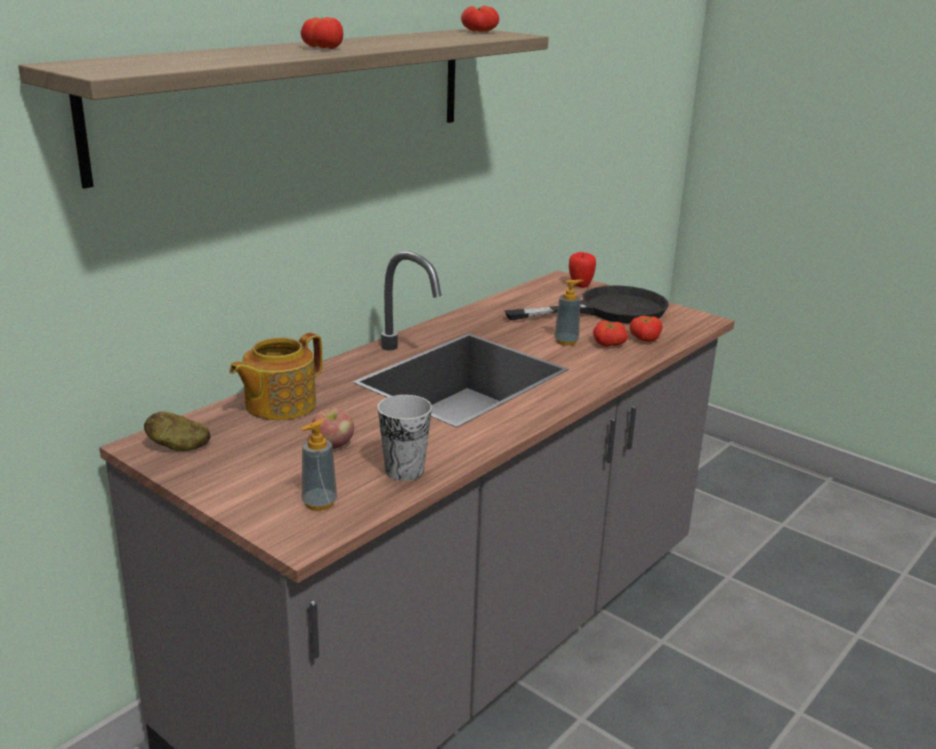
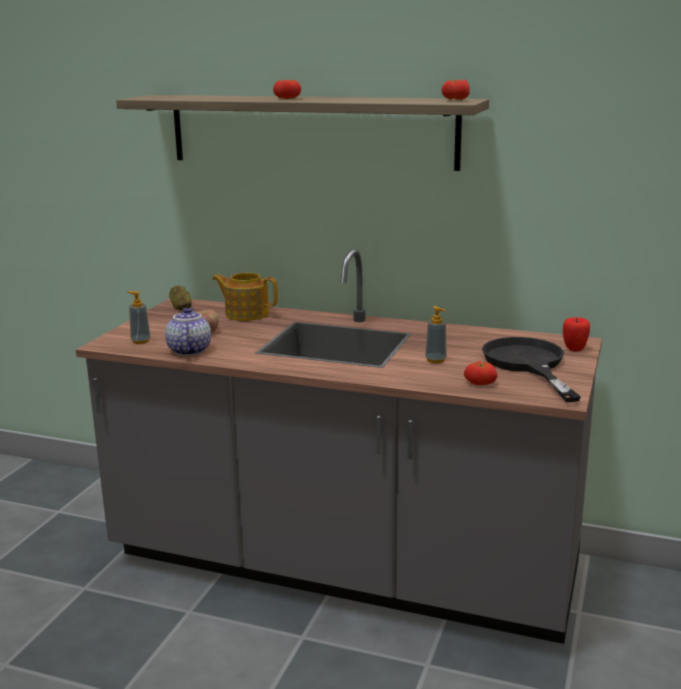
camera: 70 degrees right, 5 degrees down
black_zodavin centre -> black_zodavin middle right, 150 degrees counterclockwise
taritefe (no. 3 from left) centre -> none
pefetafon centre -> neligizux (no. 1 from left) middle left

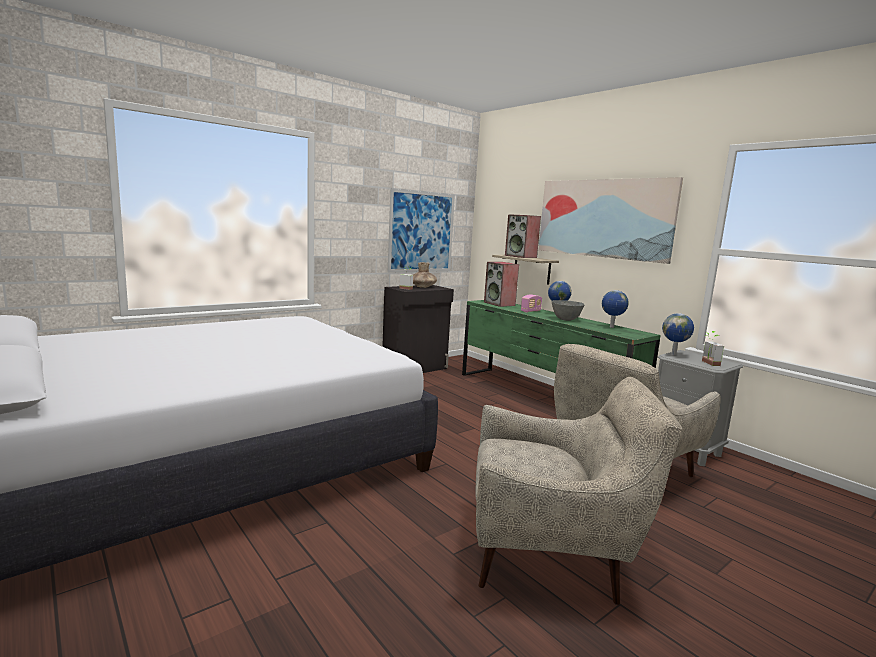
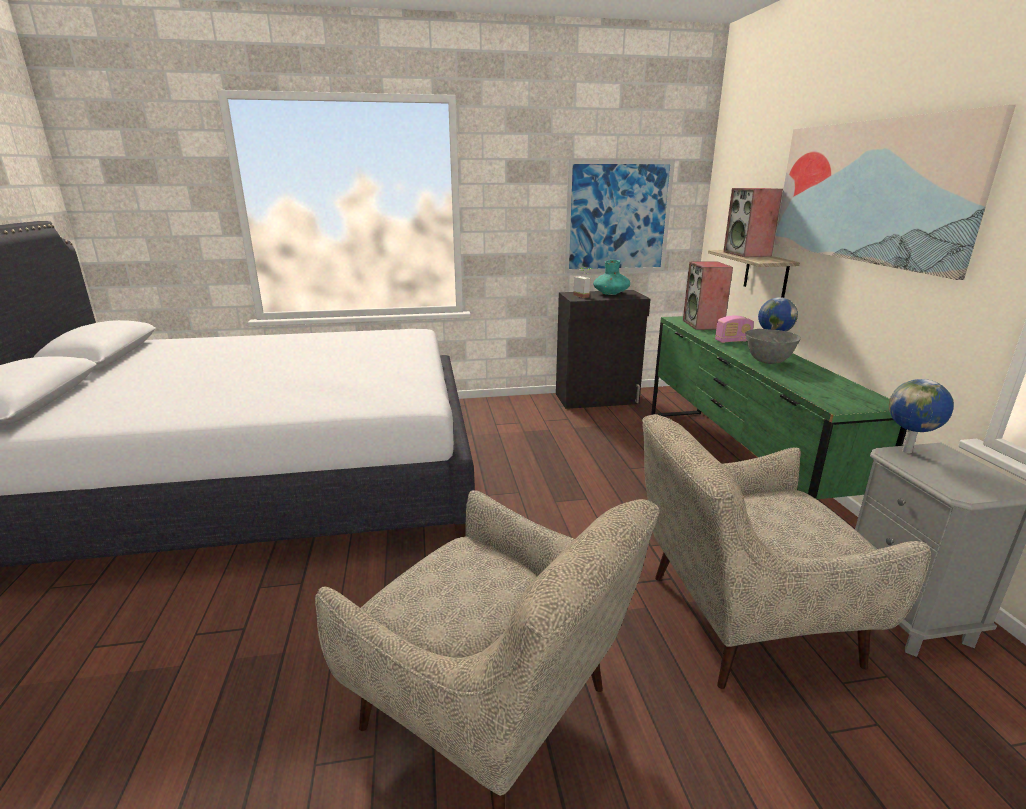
camera: 30 degrees right, 10 degrees up
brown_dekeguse centre -> turquoise_dekeguse centre
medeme (no. 2 from left) middle right -> none
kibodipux (no. 2 from left) middle right -> none

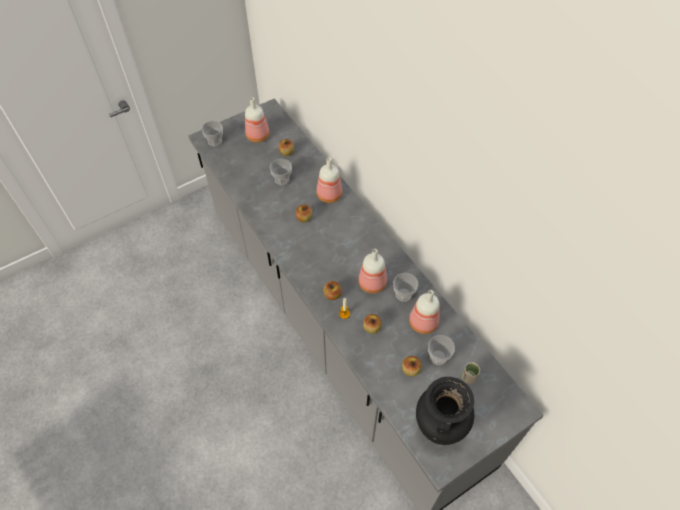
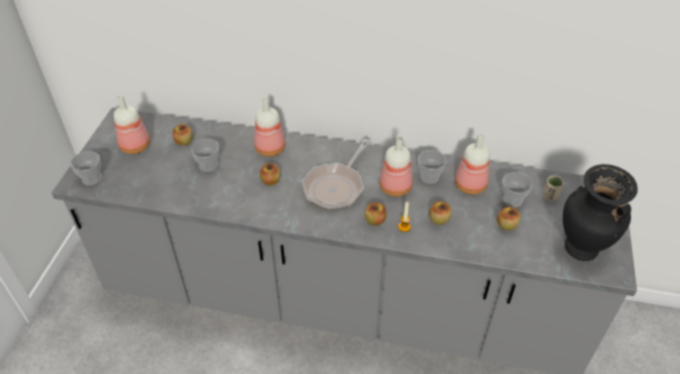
camera: 45 degrees left, 10 degrees down
none -> zodavin centre

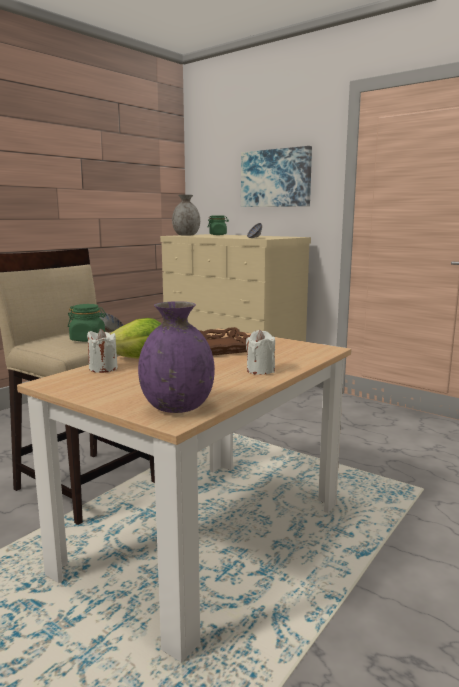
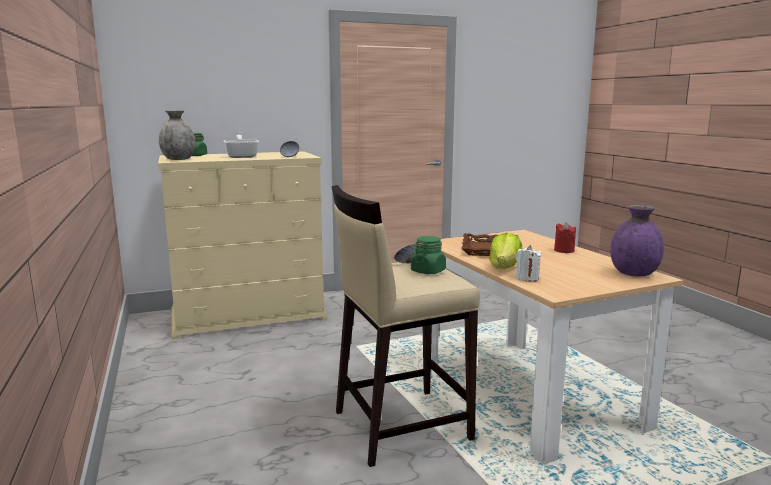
camera: 60 degrees left, 0 degrees up
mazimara top centre -> none
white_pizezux (no. 2 from left) centre -> red_pizezux middle right
none -> zodavin top left

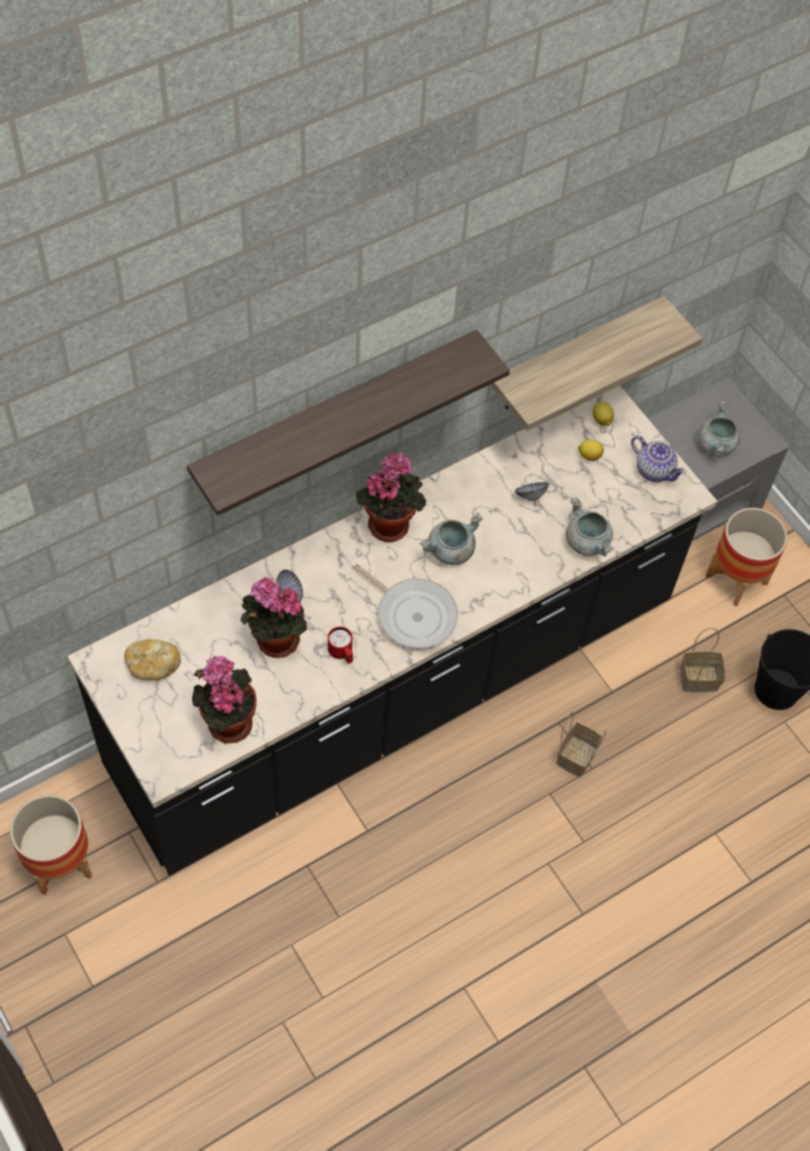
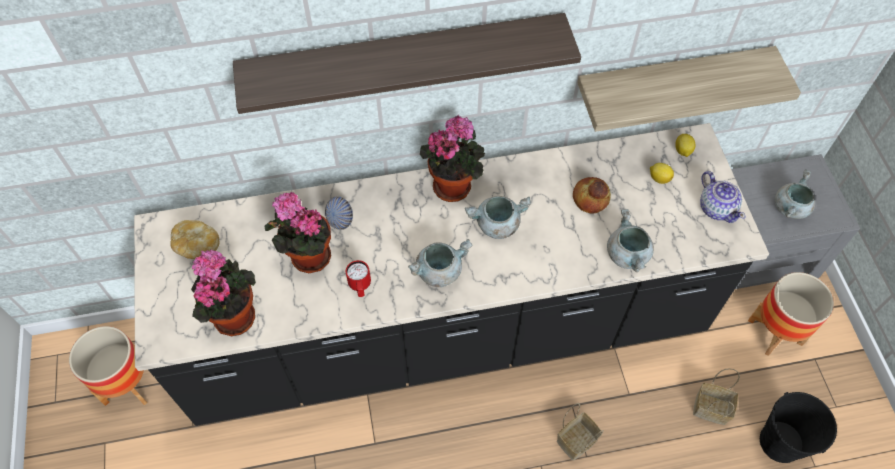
camera: 25 degrees right, 0 degrees up
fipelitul (no. 2 from left) centre -> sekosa (no. 2 from left) centre
zodavin centre -> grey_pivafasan (no. 1 from left) centre

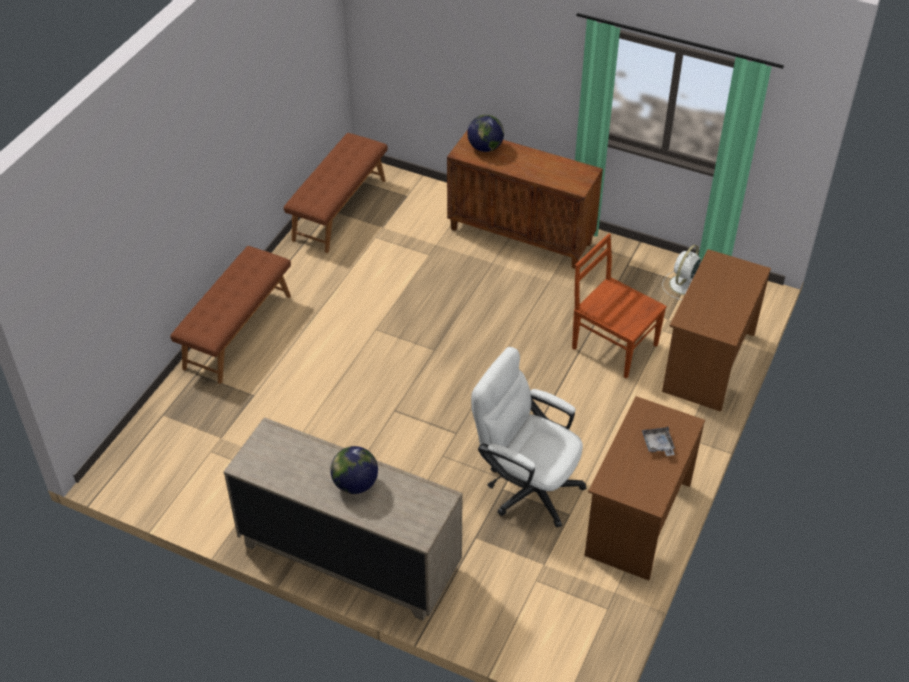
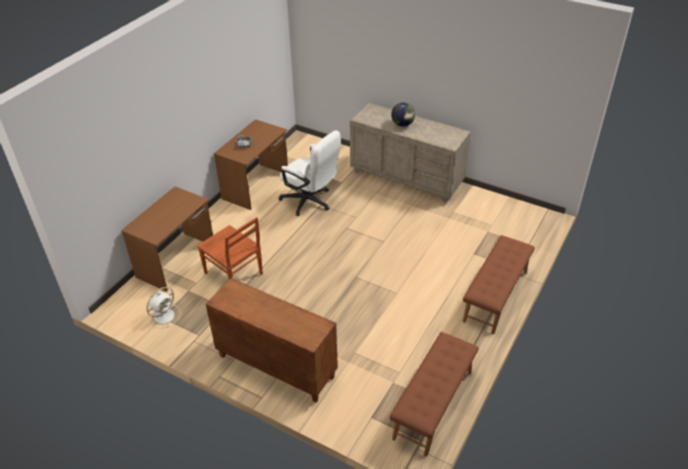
camera: 175 degrees left, 5 degrees down
medeme (no. 2 from left) top centre -> none

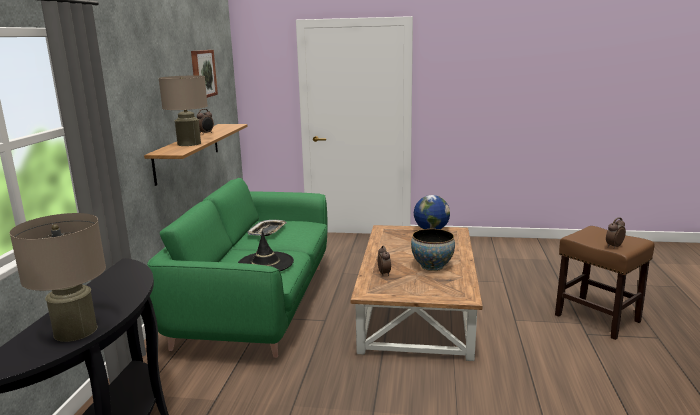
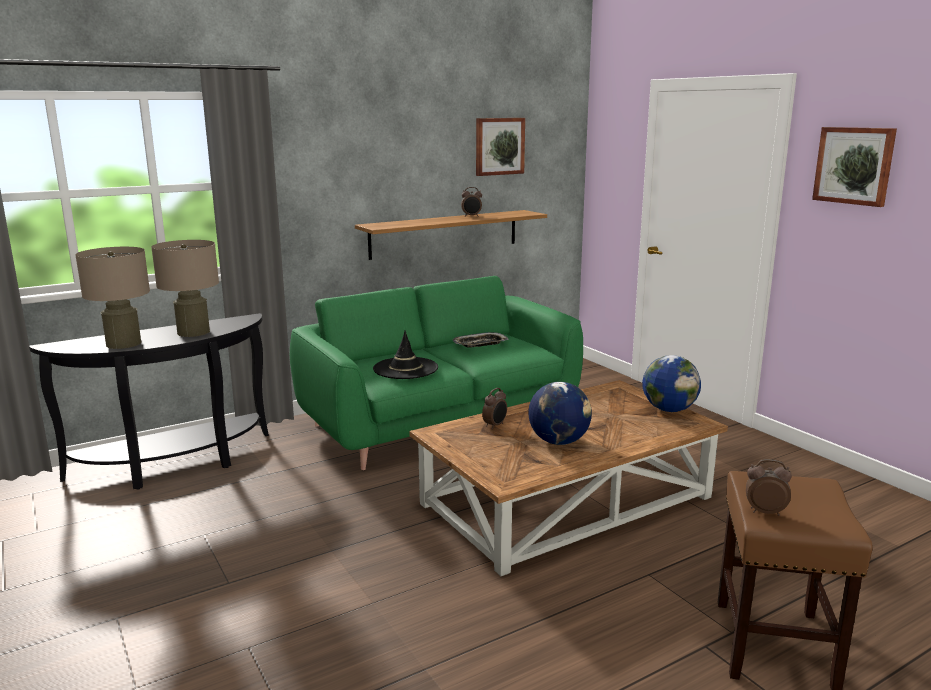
camera: 50 degrees right, 0 degrees up
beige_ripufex (no. 2 from left) top left -> beige_ripufex (no. 2 from left) middle left, relocated
fipelitul centre -> medeme (no. 1 from left) centre
none -> mazimara (no. 2 from left) top right

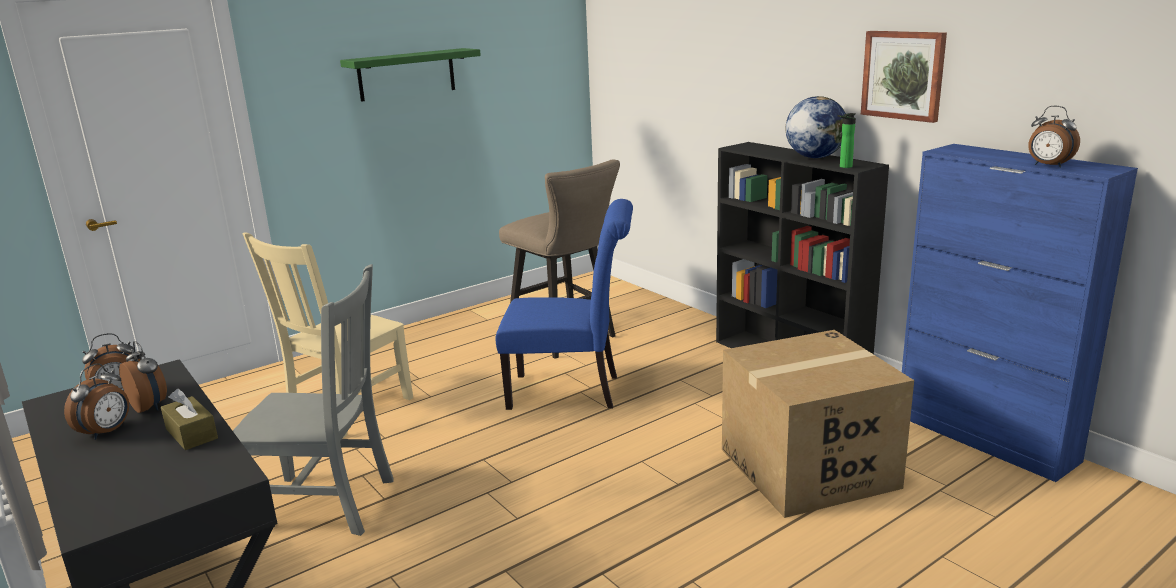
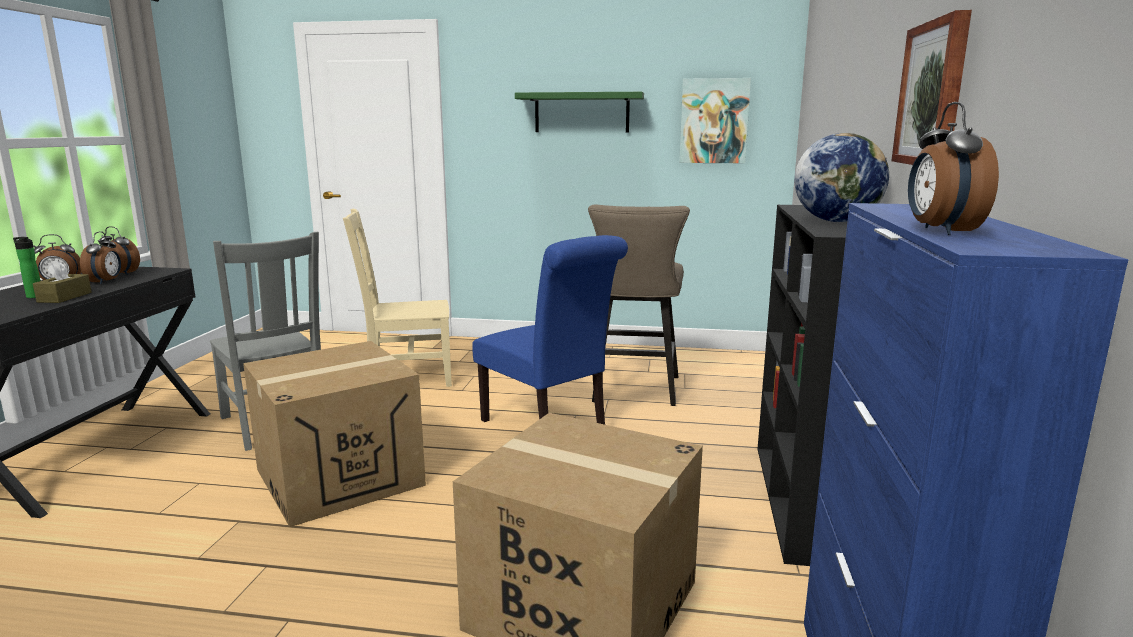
camera: 45 degrees right, 5 degrees down
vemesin top right -> vemesin middle left, relocated
none -> mazimara (no. 1 from left) top centre
none -> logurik (no. 1 from left) bottom left

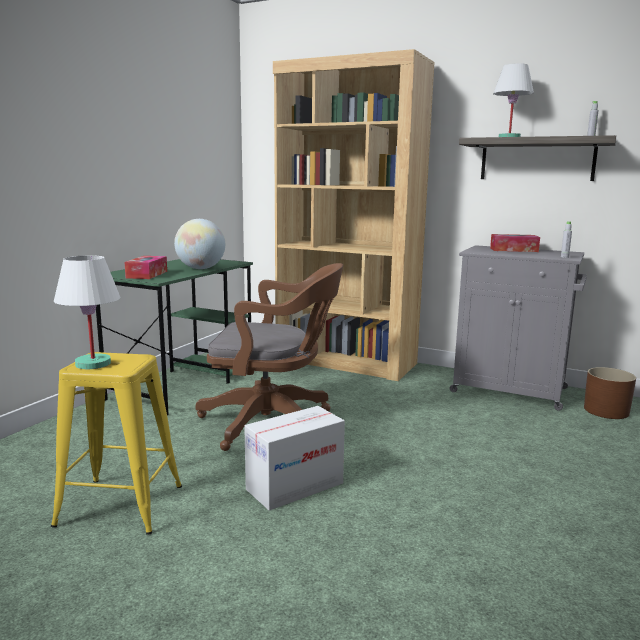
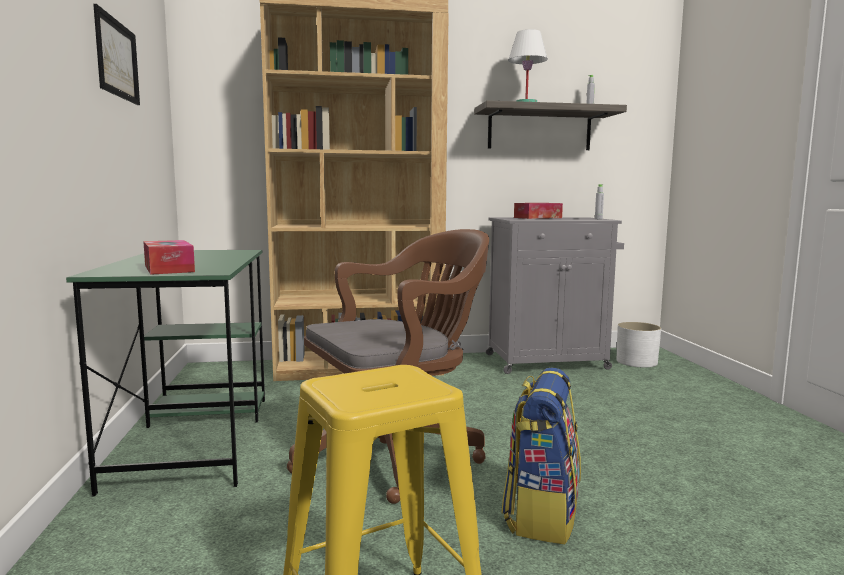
camera: 35 degrees left, 5 degrees down
medeme middle left -> none
white_ripufex (no. 1 from left) middle left -> none
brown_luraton middle right -> white_luraton middle right
logurik bottom centre -> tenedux bottom centre
none -> mazimara top left

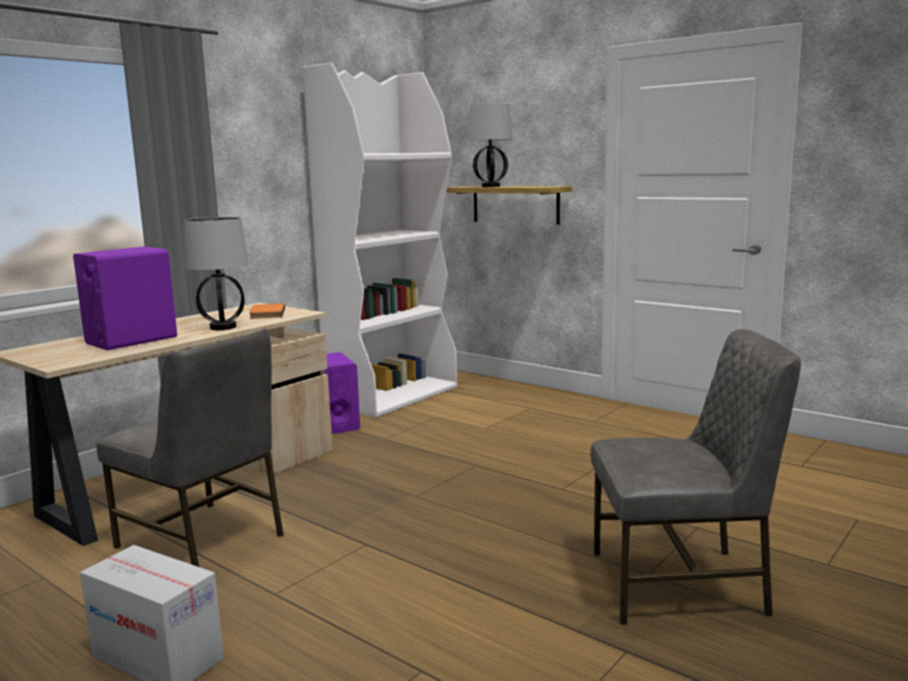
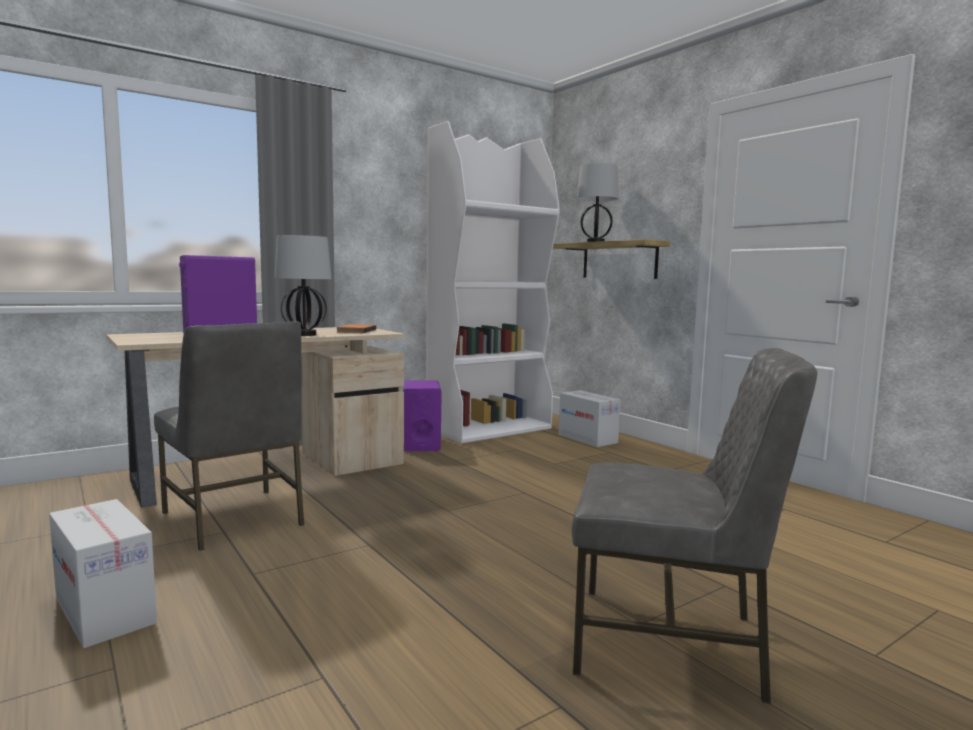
camera: 15 degrees right, 5 degrees down
none -> logurik (no. 2 from left) centre

